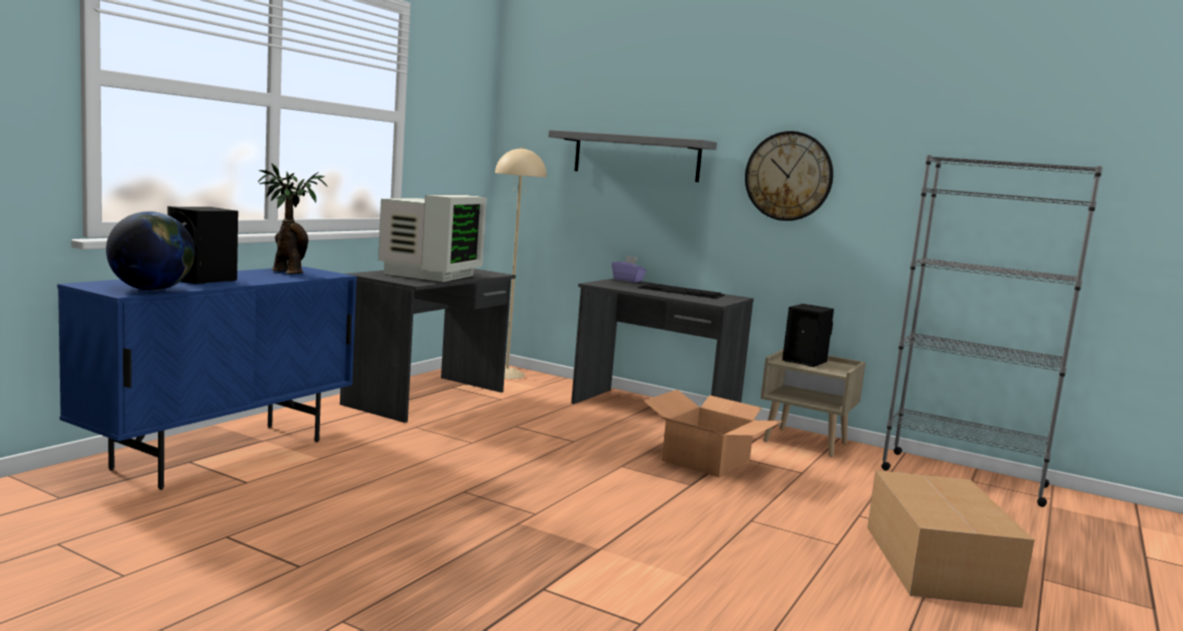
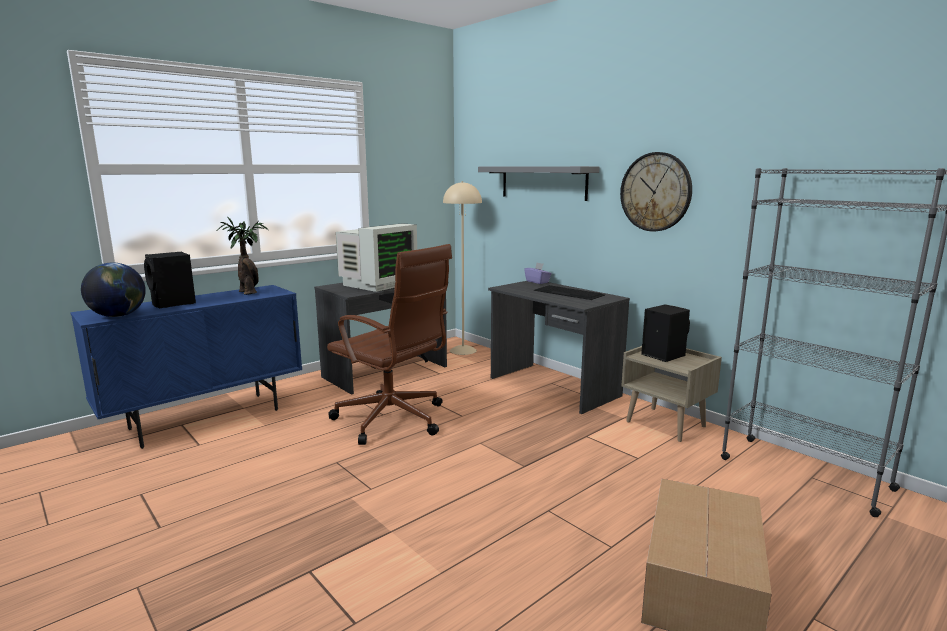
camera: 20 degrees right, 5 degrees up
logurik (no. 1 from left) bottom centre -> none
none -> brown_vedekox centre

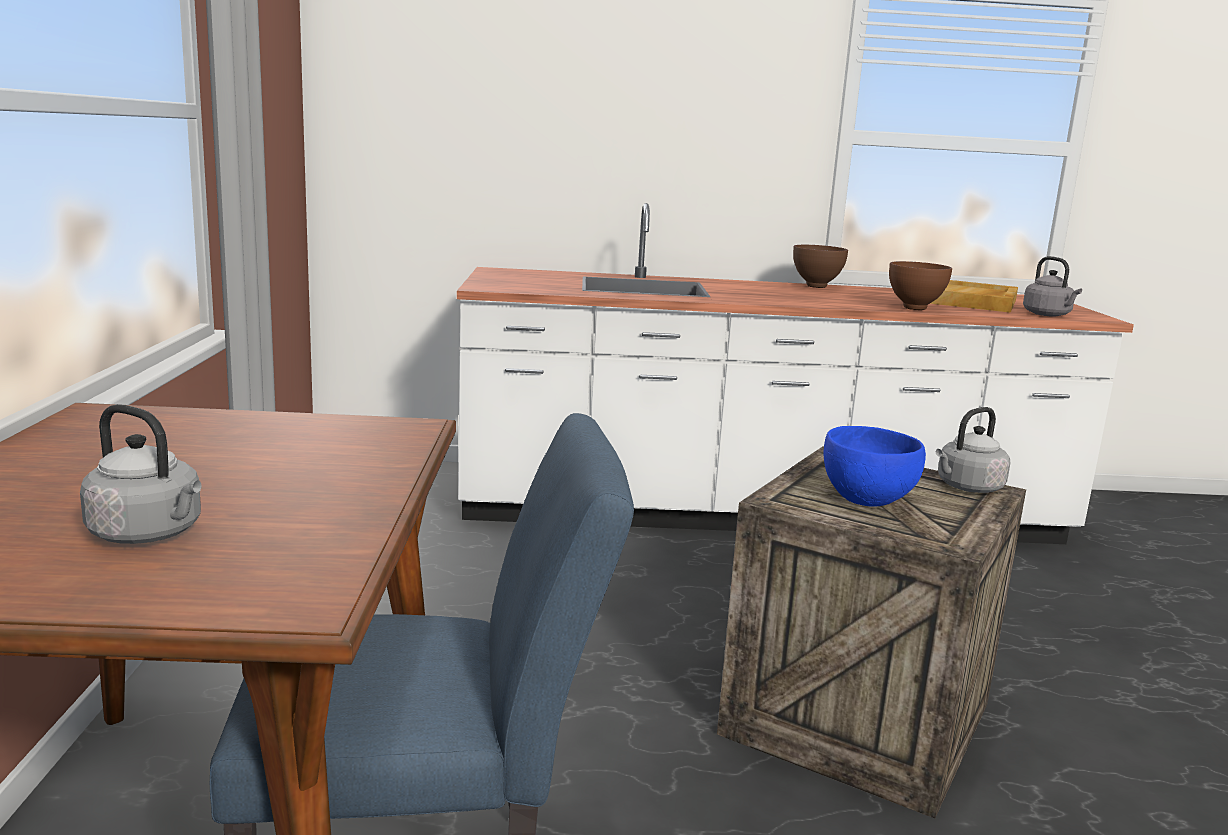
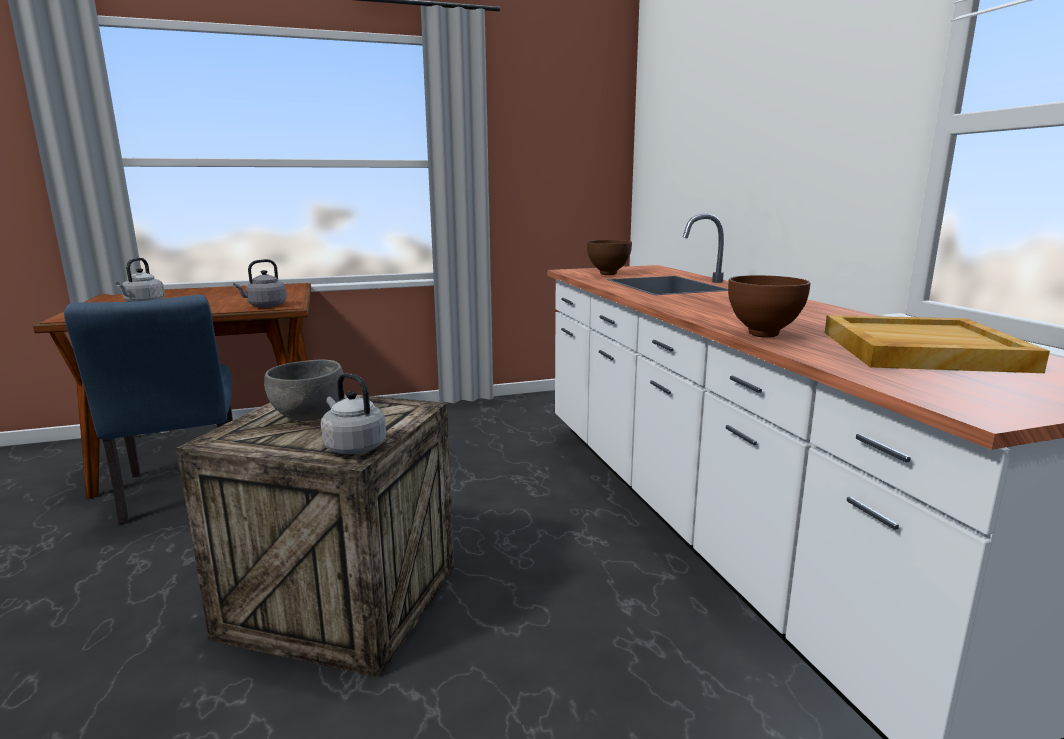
camera: 75 degrees right, 0 degrees up
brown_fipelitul (no. 1 from left) top right -> brown_fipelitul (no. 1 from left) centre, relocated
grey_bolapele (no. 3 from left in the first image) middle right -> grey_bolapele (no. 2 from left) middle left, relocated
blue_fipelitul middle right -> grey_fipelitul middle left

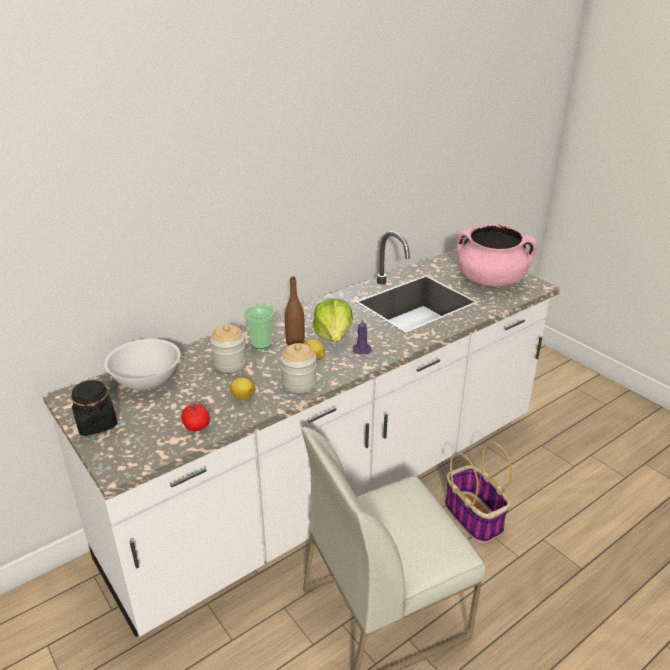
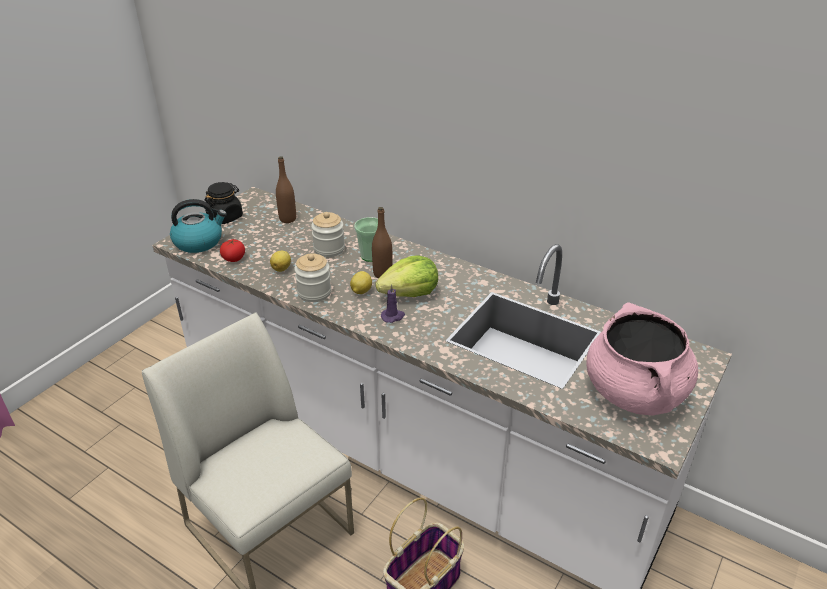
camera: 70 degrees right, 5 degrees up
white_fipelitul middle left -> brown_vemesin (no. 1 from left) top centre
none -> bolapele middle left

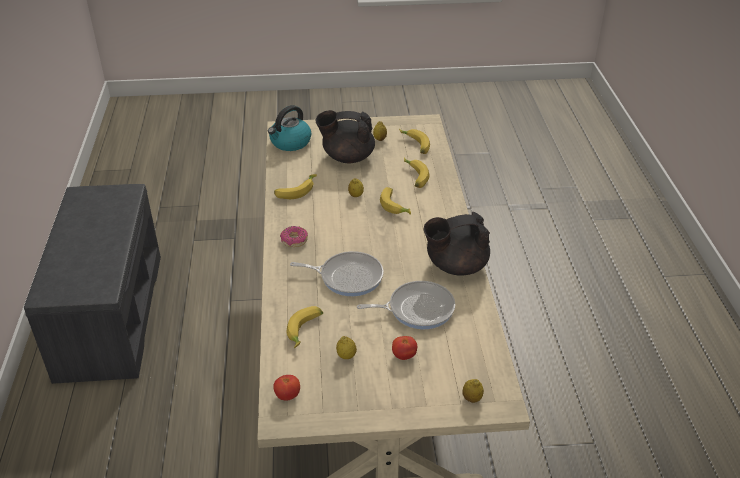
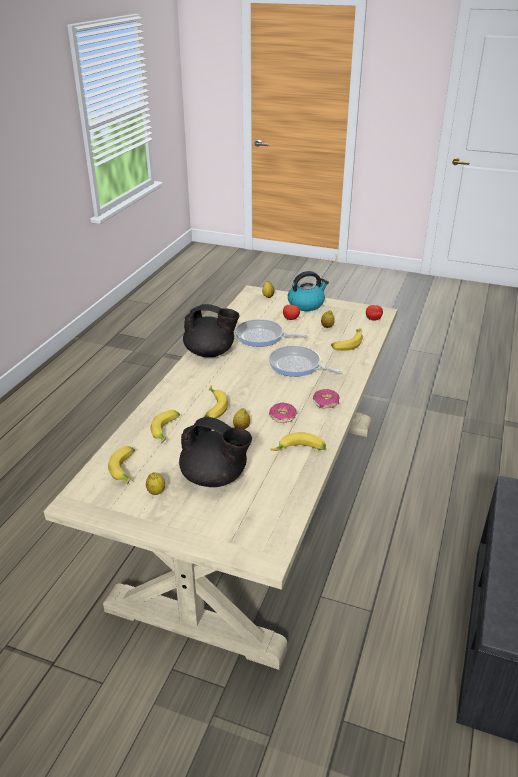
camera: 155 degrees left, 5 degrees down
bolapele top centre -> bolapele centre, relocated
none -> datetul (no. 1 from left) centre

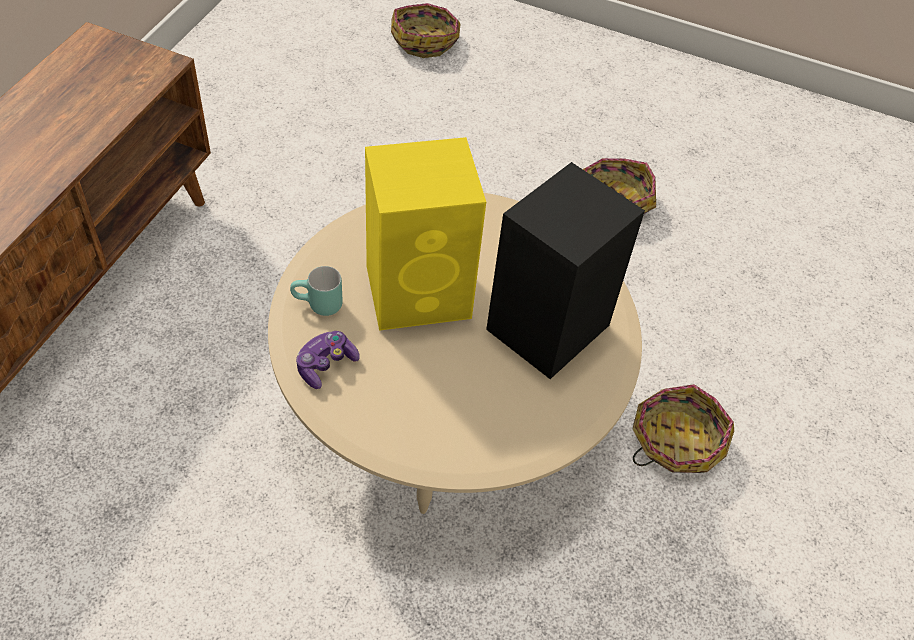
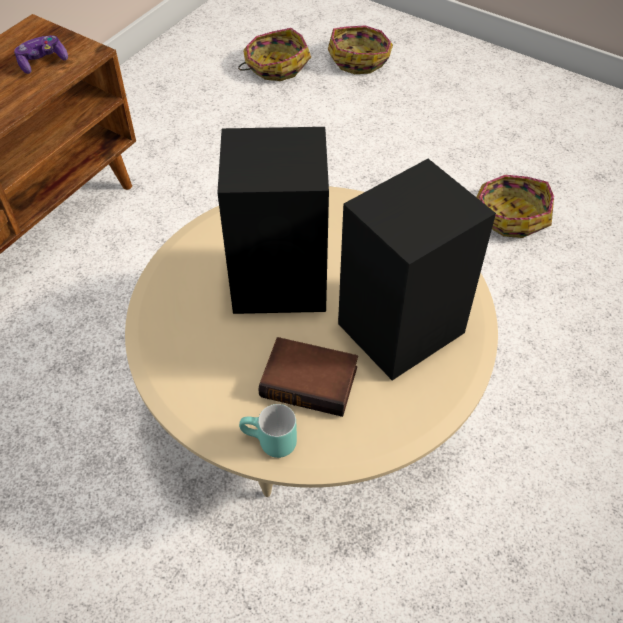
camera: 15 degrees right, 0 degrees up
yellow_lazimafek centre -> black_lazimafek (no. 1 from left) centre
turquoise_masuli centre -> turquoise_masuli bottom centre, relocated
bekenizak centre -> bekenizak top left, relocated
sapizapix (no. 3 from left in the first image) bottom right -> sapizapix (no. 1 from left) top centre, relocated
none -> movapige centre

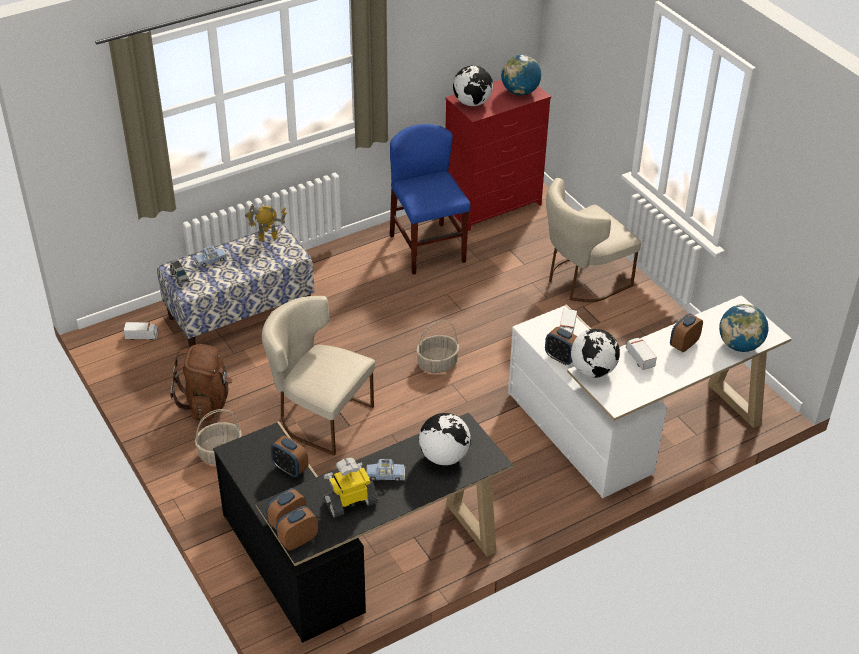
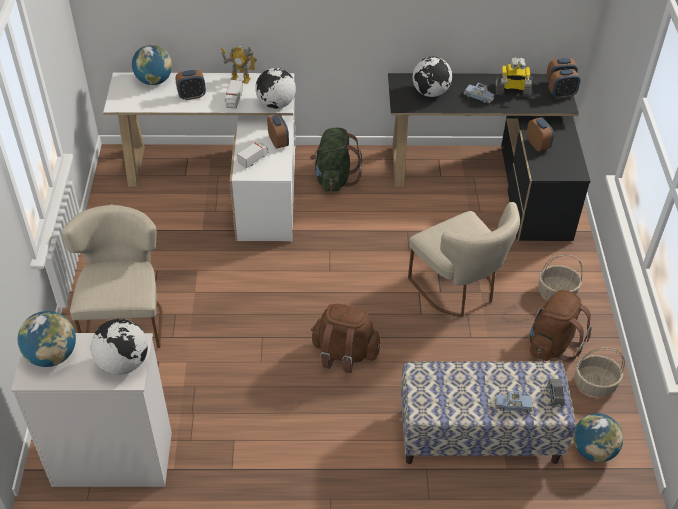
camera: 150 degrees left, 5 degrees up
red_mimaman top centre -> white_mimaman bottom left
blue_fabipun top centre -> none
beige_fabipun (no. 2 from left in the first image) middle right -> beige_fabipun (no. 1 from left) middle left, 90 degrees counterclockwise
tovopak (no. 1 from left) middle left -> tovopak (no. 1 from left) top centre, relocated
sapizapix (no. 2 from left) centre -> sapizapix (no. 2 from left) bottom right, relocated
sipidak (no. 1 from left) middle left -> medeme (no. 6 from left) bottom right
none -> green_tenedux top centre
none -> brown_tenedux (no. 1 from left) centre

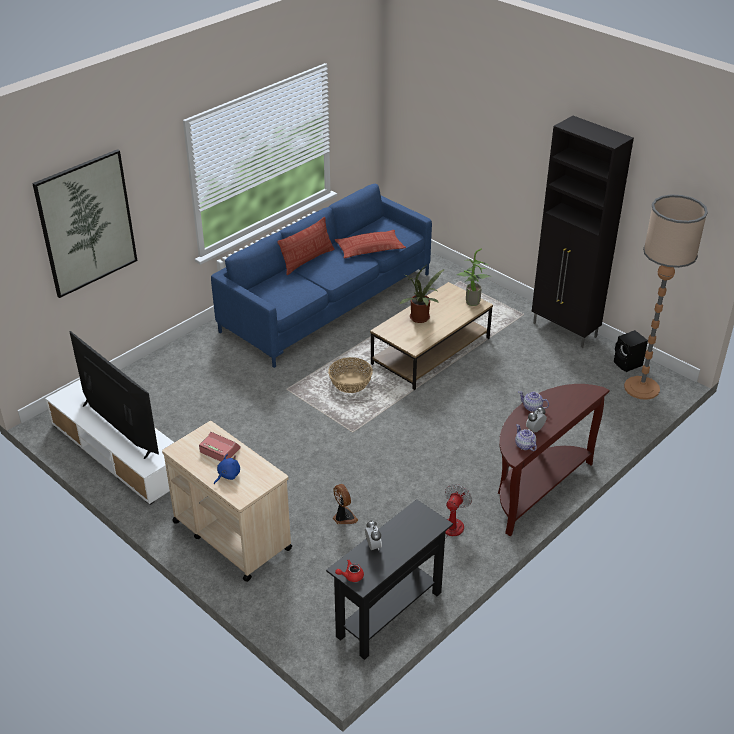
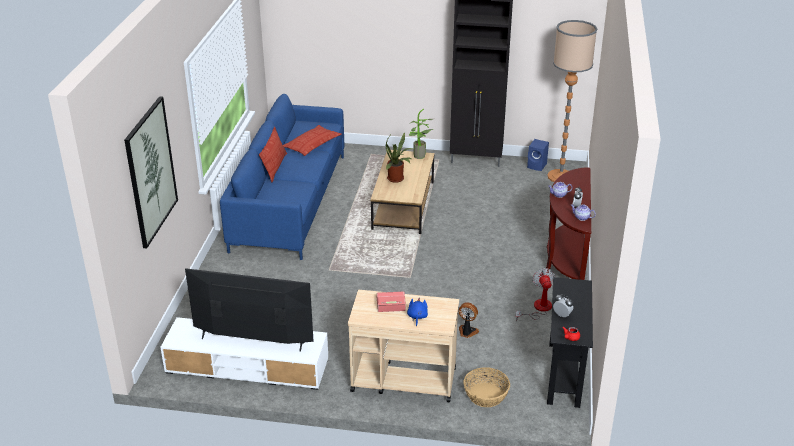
camera: 35 degrees left, 5 degrees down
black_lazimafek middle right -> blue_lazimafek middle right
sapizapix centre -> sapizapix bottom centre, relocated

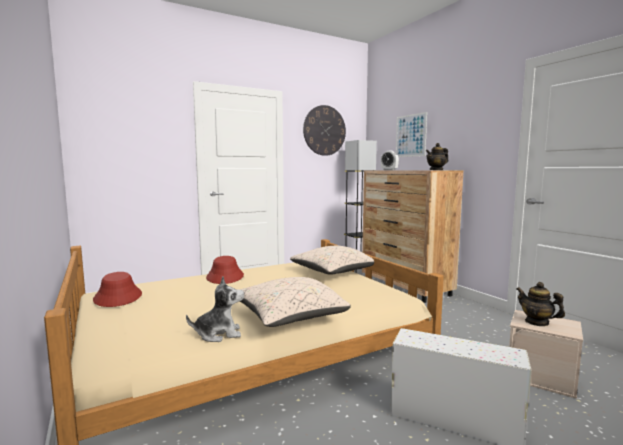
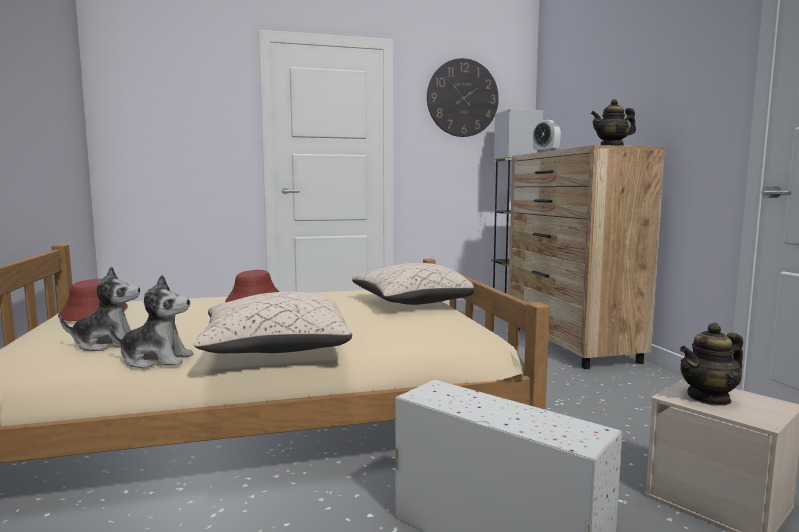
camera: 15 degrees right, 0 degrees up
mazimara top centre -> none
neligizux (no. 2 from left) bottom right, 90 degrees counterclockwise
none -> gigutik (no. 1 from left) middle left

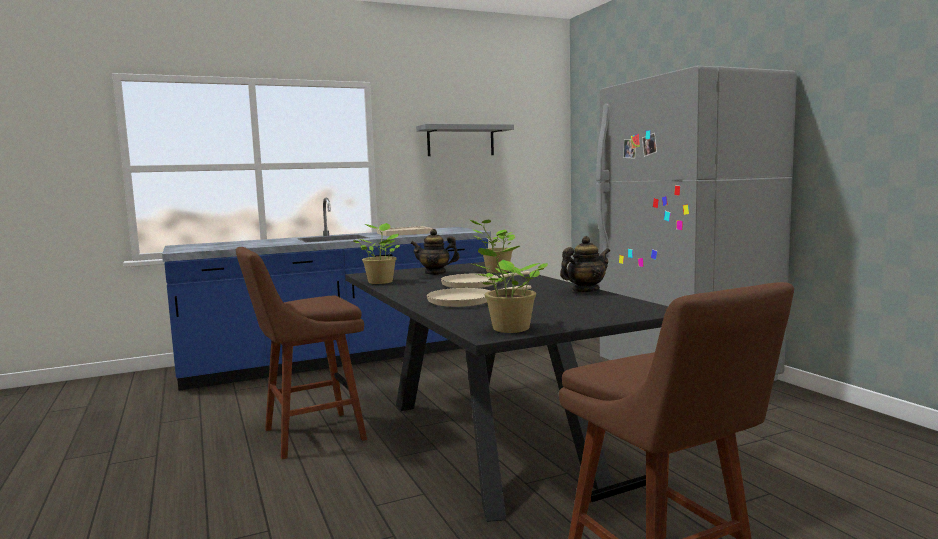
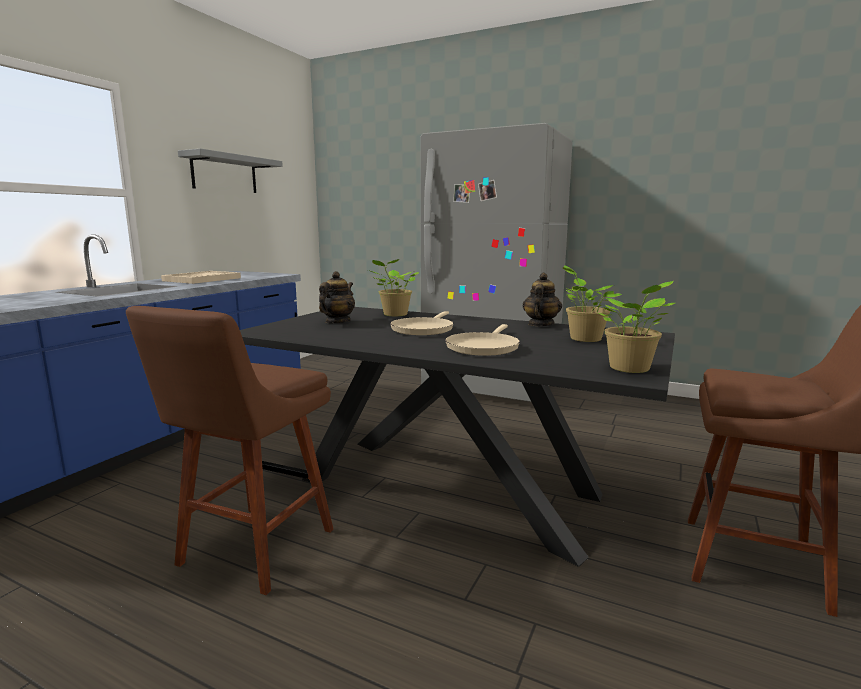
camera: 40 degrees left, 5 degrees up
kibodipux (no. 1 from left in the first image) centre -> kibodipux (no. 2 from left) middle right, relocated
neligizux (no. 1 from left) centre, 150 degrees clockwise

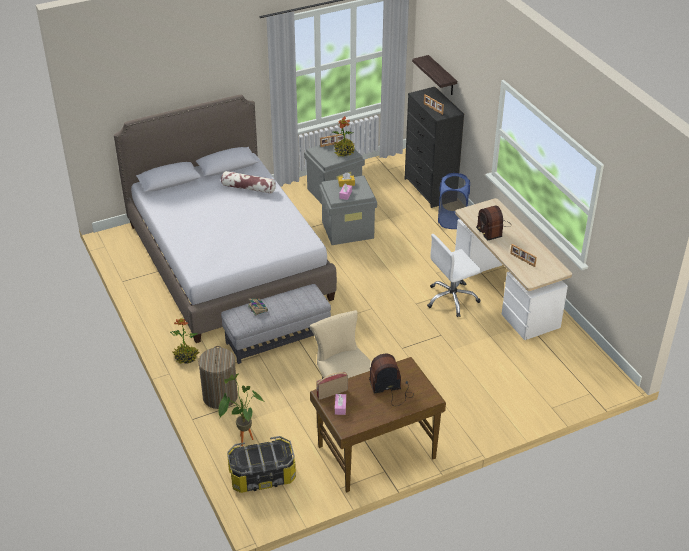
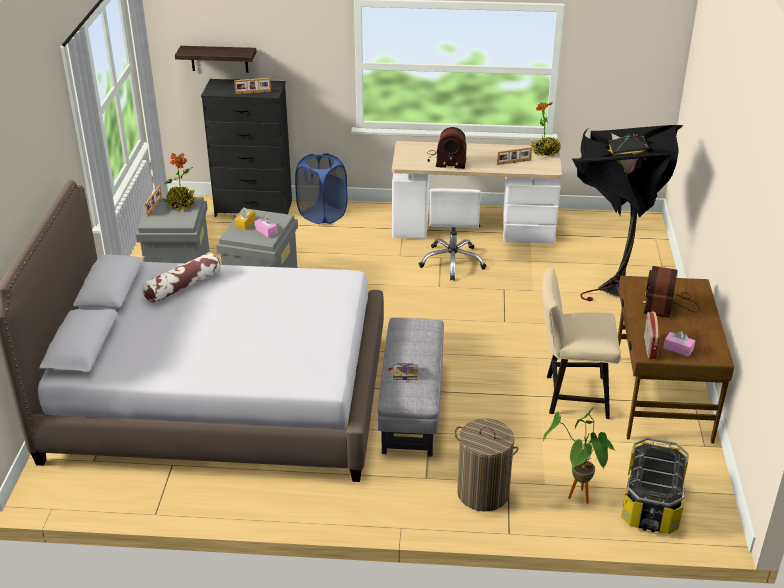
camera: 60 degrees left, 5 degrees down
kibodipux (no. 1 from left in the first image) middle left -> kibodipux (no. 2 from left) top right, relocated
none -> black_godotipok middle right

